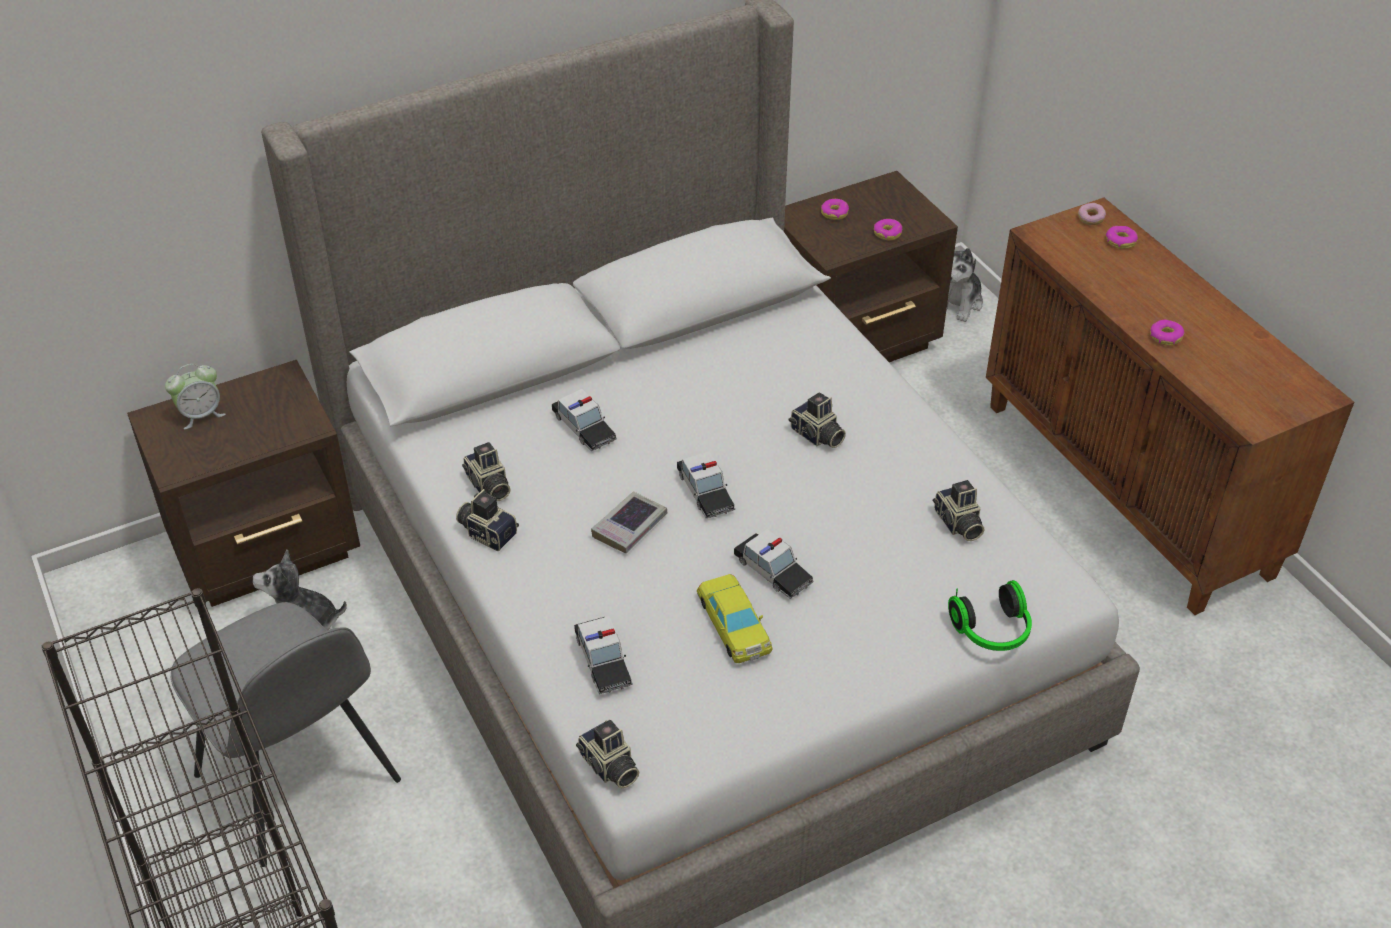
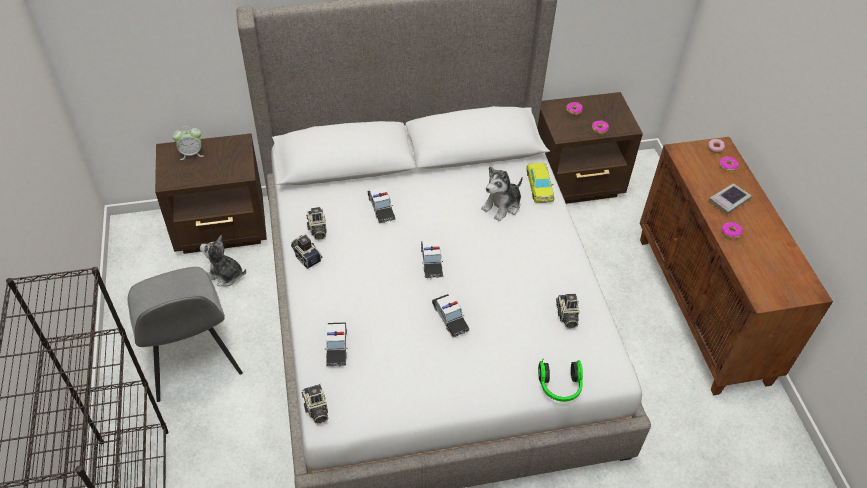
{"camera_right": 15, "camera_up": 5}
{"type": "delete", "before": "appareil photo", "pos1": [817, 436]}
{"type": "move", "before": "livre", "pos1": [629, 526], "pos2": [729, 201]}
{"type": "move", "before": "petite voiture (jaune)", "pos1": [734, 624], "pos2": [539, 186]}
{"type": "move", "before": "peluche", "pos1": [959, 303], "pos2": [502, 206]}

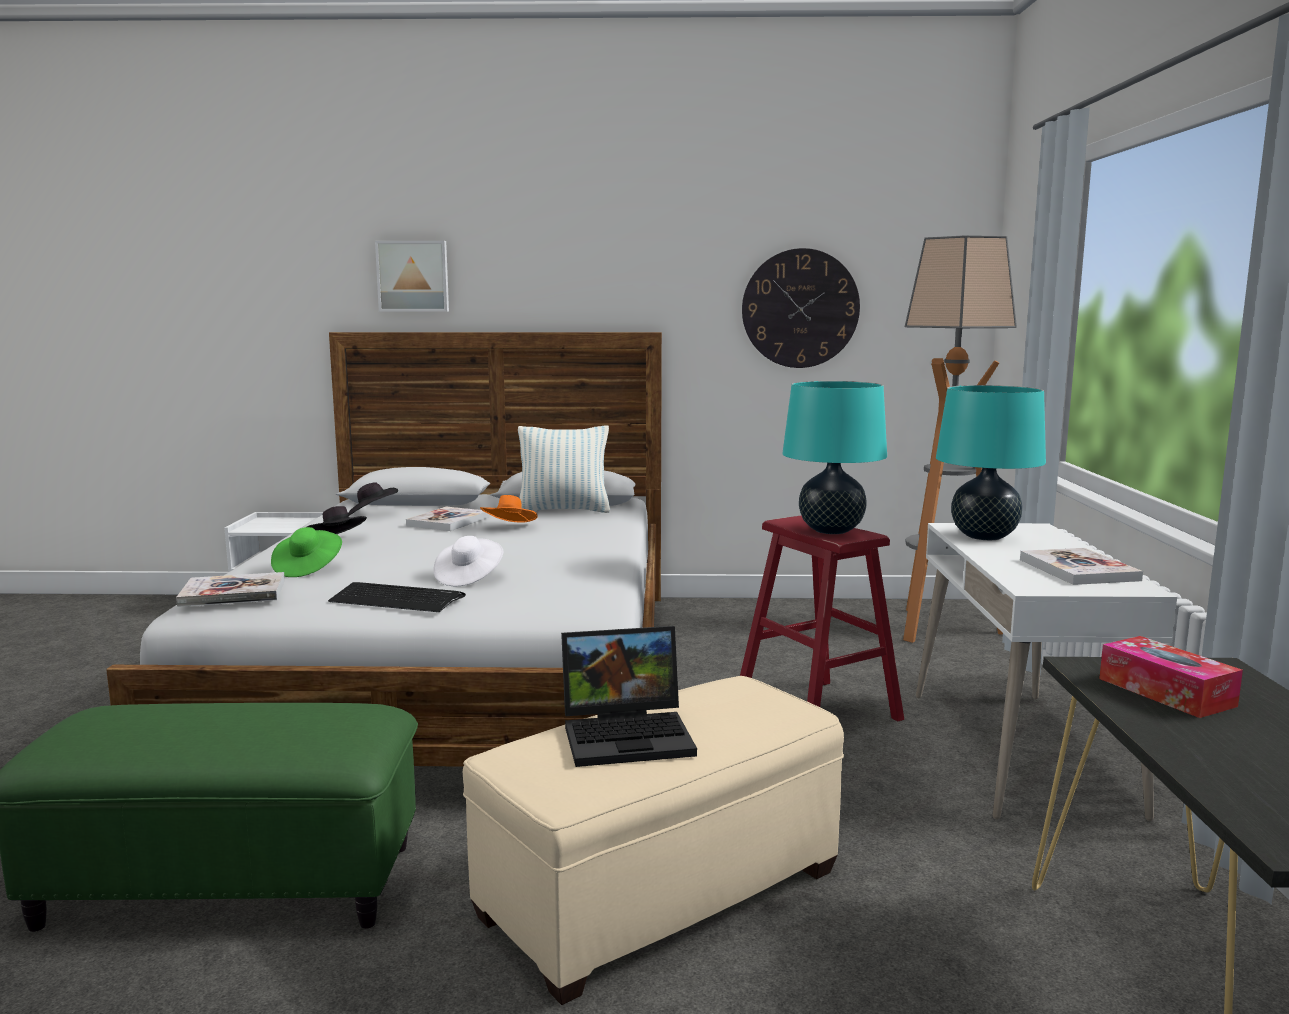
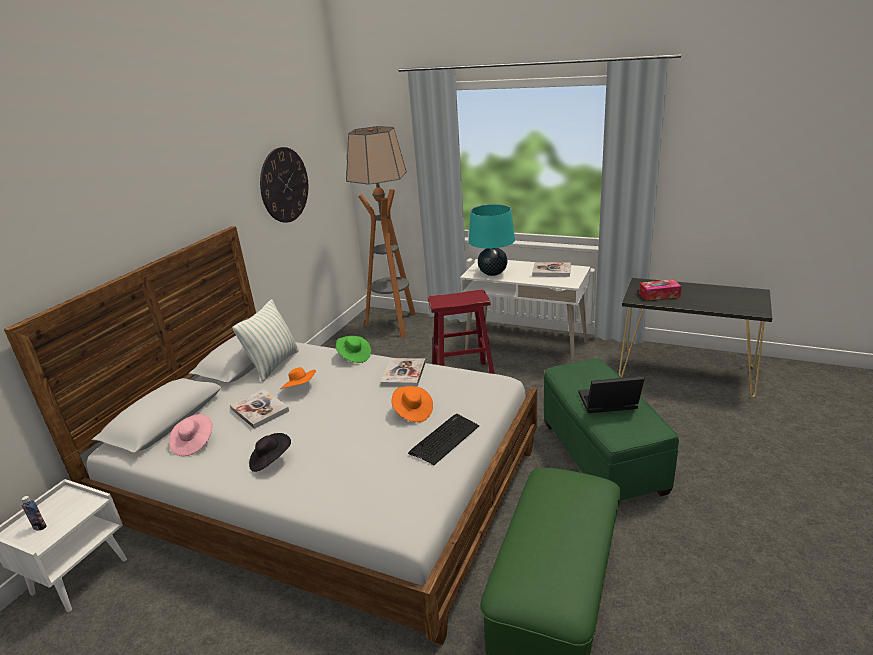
{"camera_right": -65, "camera_up": 15}
{"type": "delete", "before": "tableau", "pos1": [413, 276]}
{"type": "delete", "before": "lampe de table (turquoise)", "pos1": [831, 530]}
{"type": "insert", "after": "bouteille", "pos2": [39, 527]}
{"type": "move", "before": "livre", "pos1": [233, 593], "pos2": [404, 374]}
{"type": "move", "before": "chapeau (vert)", "pos1": [307, 569], "pos2": [354, 356]}
{"type": "recolor", "before": "chapeau (noir)", "after": "chapeau (rose)", "pos1": [371, 514], "pos2": [193, 443]}
{"type": "recolor", "before": "chapeau (blanc)", "after": "chapeau (orange)", "pos1": [468, 578], "pos2": [412, 412]}
{"type": "recolor", "before": "pouf (beige)", "after": "pouf (vert)", "pos1": [660, 893], "pos2": [601, 456]}
{"type": "rotate", "before": "ordinateur portable", "pos1": [630, 735], "pos2": [607, 404], "turn": -105}

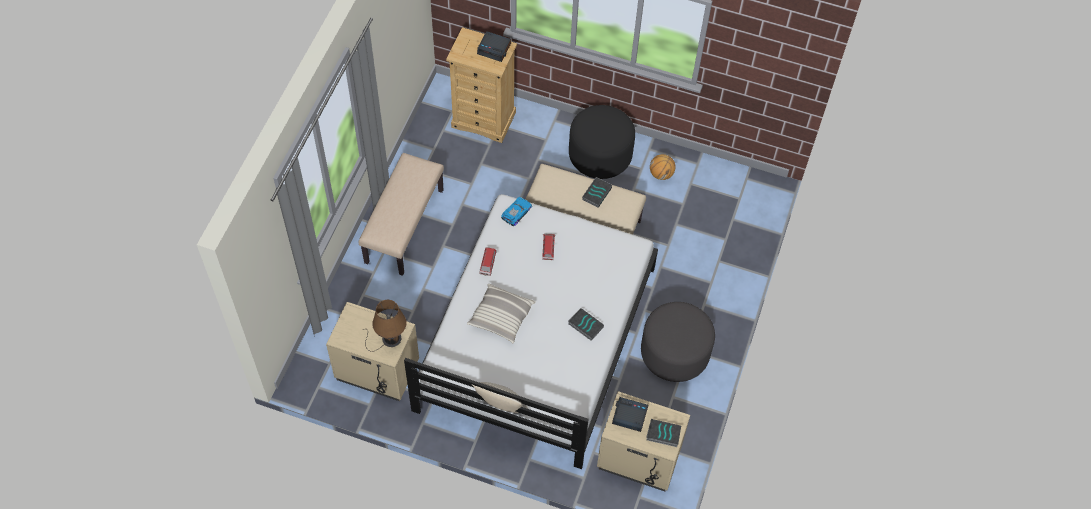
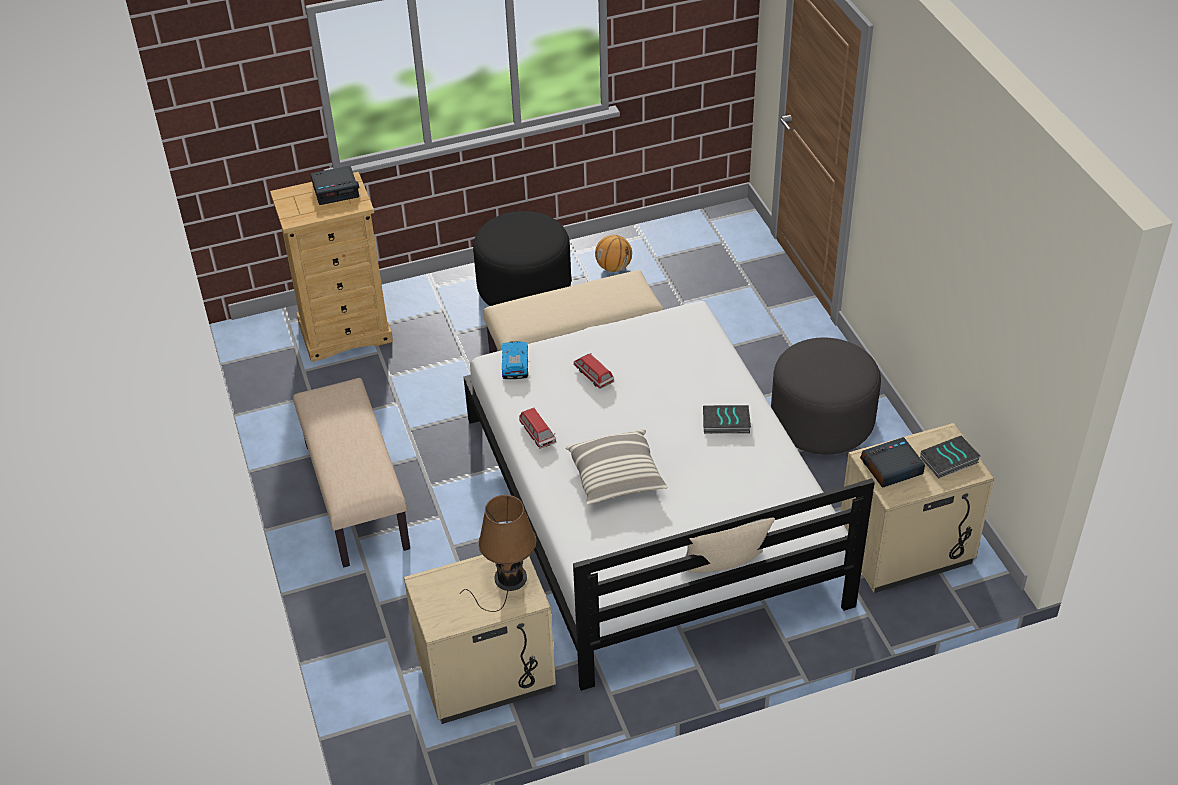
{"camera_right": -35, "camera_up": -15}
{"type": "delete", "before": "livre", "pos1": [596, 193]}

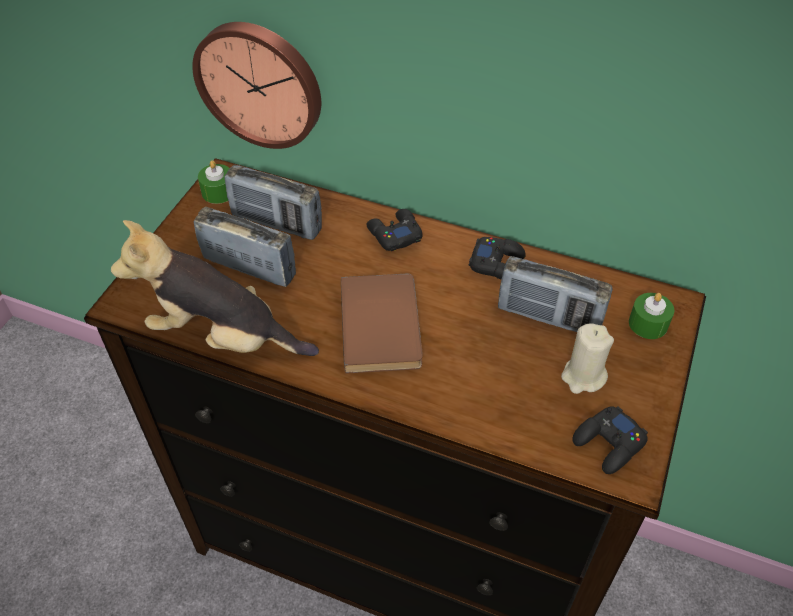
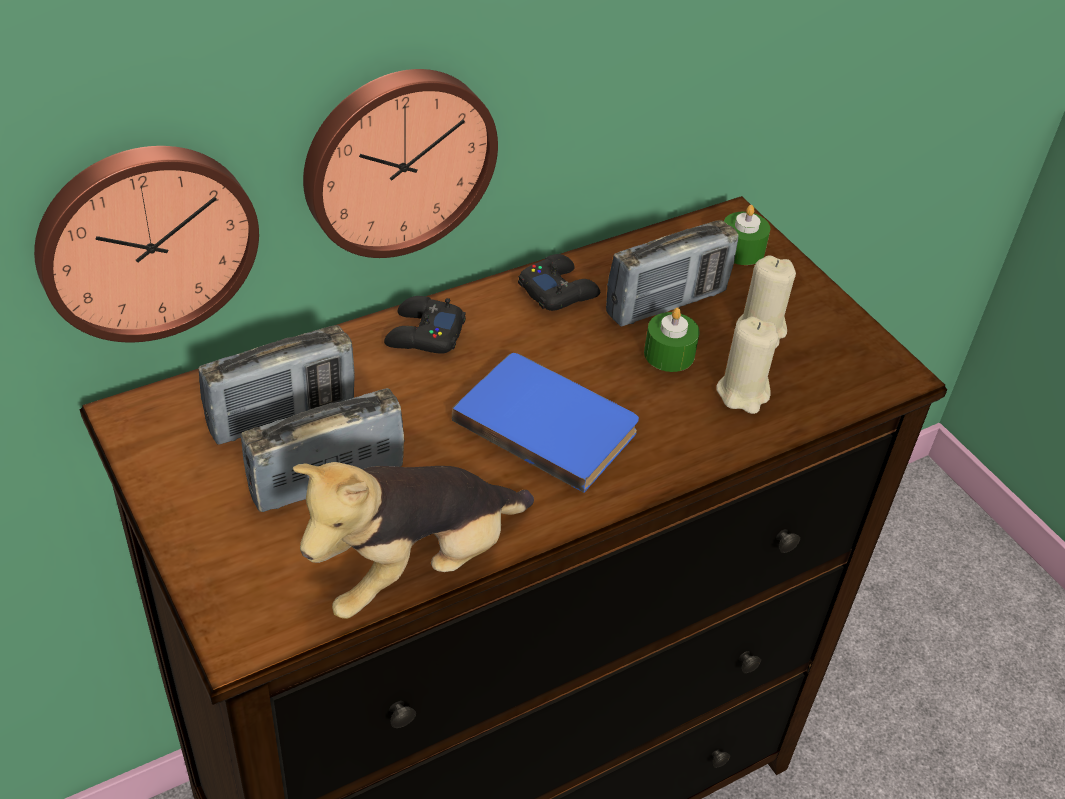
{"camera_right": -55, "camera_up": -5}
{"type": "delete", "before": "manette (noir)", "pos1": [608, 444]}
{"type": "insert", "after": "horloge murale", "pos2": [397, 160]}
{"type": "insert", "after": "bougie (beige)", "pos2": [743, 393]}
{"type": "move", "before": "bougie (vert)", "pos1": [218, 192], "pos2": [669, 354]}
{"type": "recolor", "before": "livre (marron)", "after": "livre (bleu)", "pos1": [384, 325], "pos2": [549, 422]}

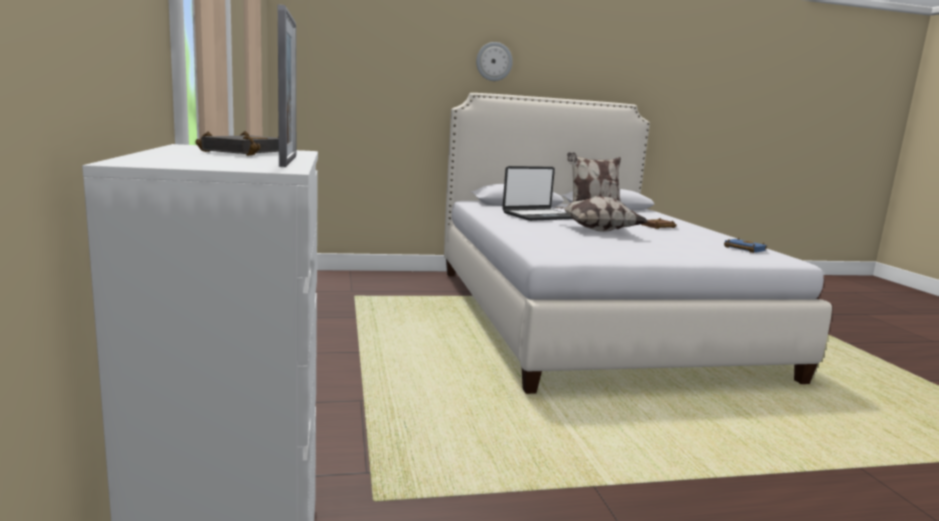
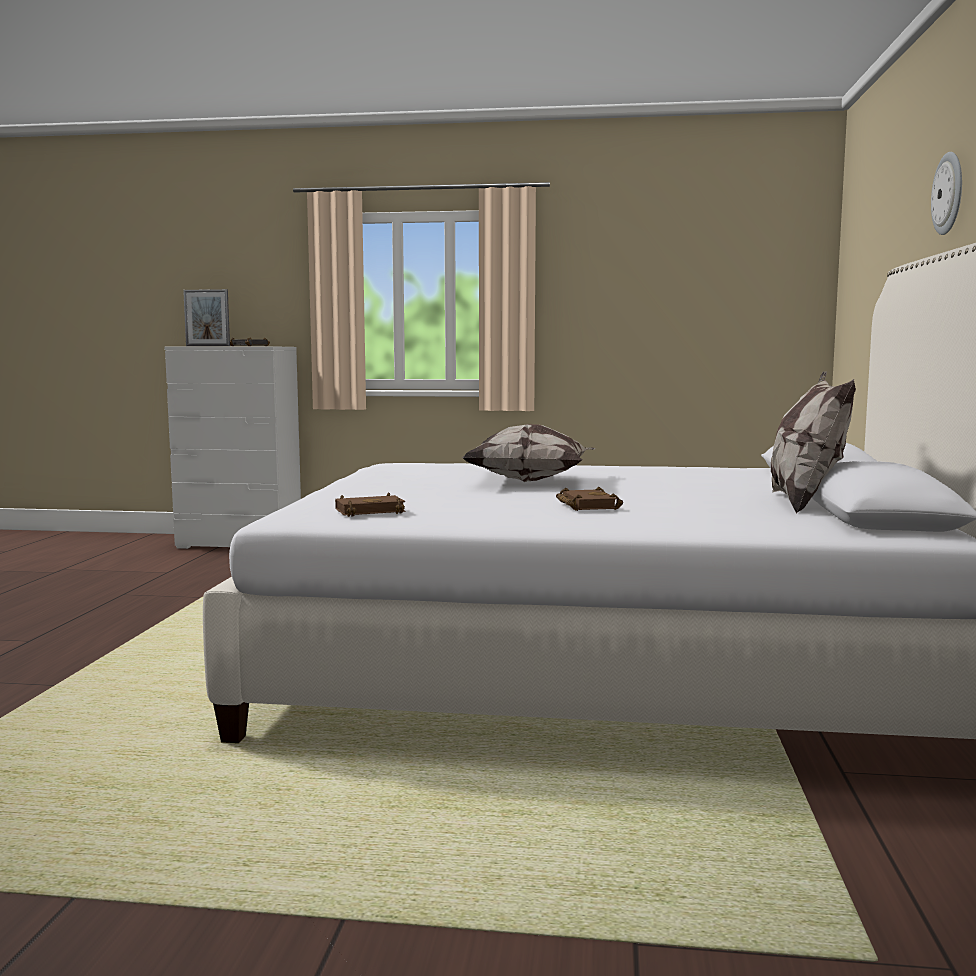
{"camera_right": 110, "camera_up": -5}
{"type": "delete", "before": "ordinateur portable", "pos1": [538, 216]}
{"type": "recolor", "before": "livre (bleu)", "after": "livre (marron)", "pos1": [743, 249], "pos2": [371, 511]}

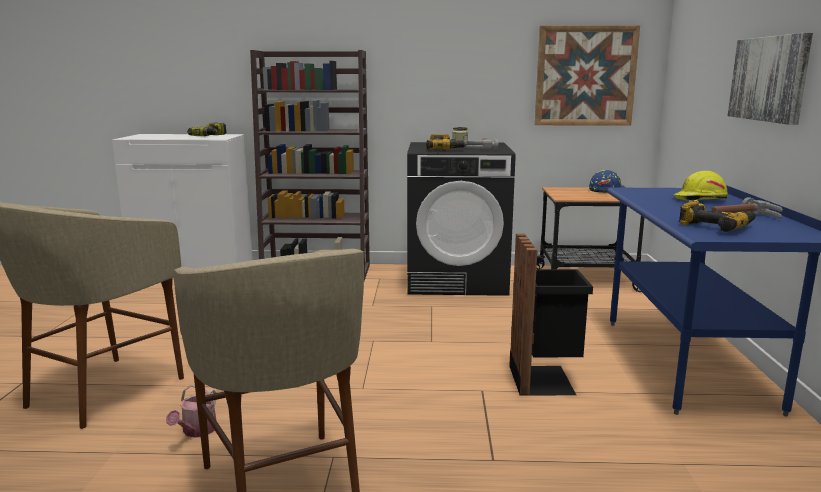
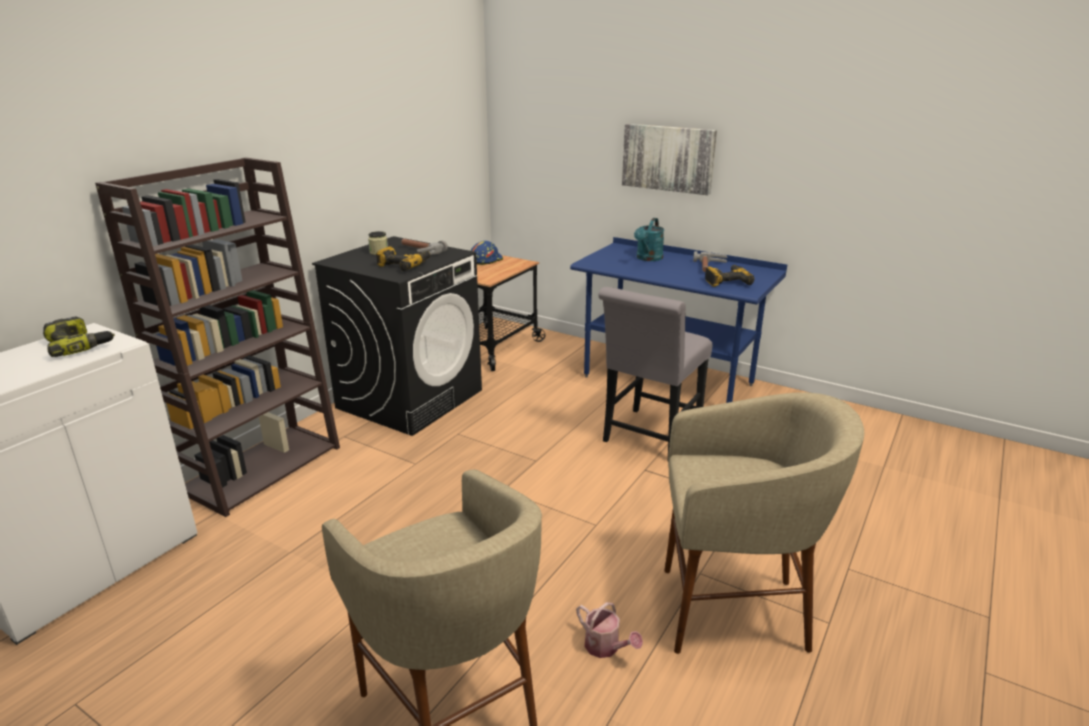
{"camera_right": -60, "camera_up": 10}
{"type": "delete", "before": "tableau", "pos1": [585, 76]}
{"type": "replace", "before": "poubelle (noir)", "after": "chaise (gris)", "pos1": [545, 379], "pos2": [649, 438]}
{"type": "replace", "before": "casque de chantier (jaune)", "after": "arrosoir (turquoise)", "pos1": [699, 200], "pos2": [648, 258]}

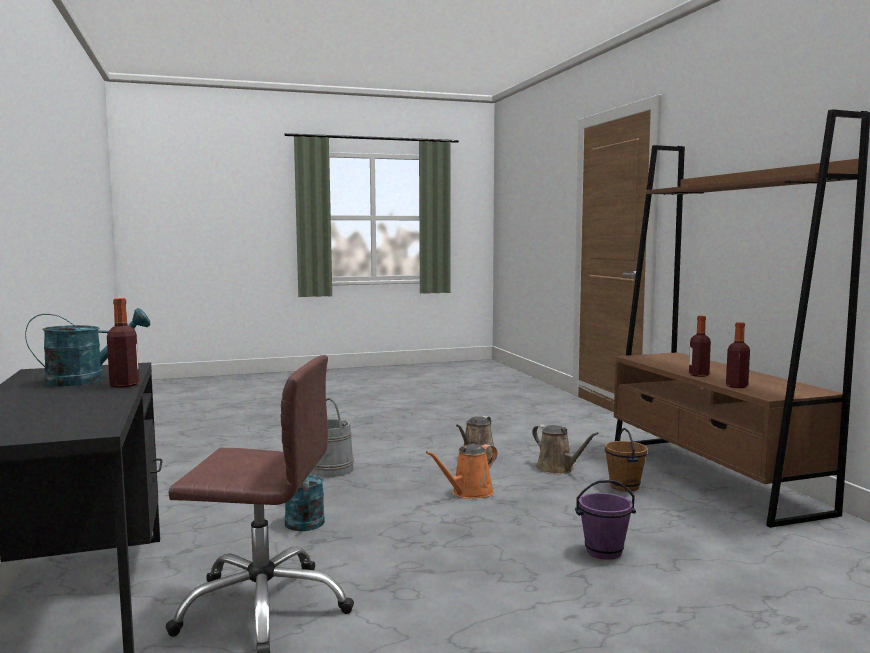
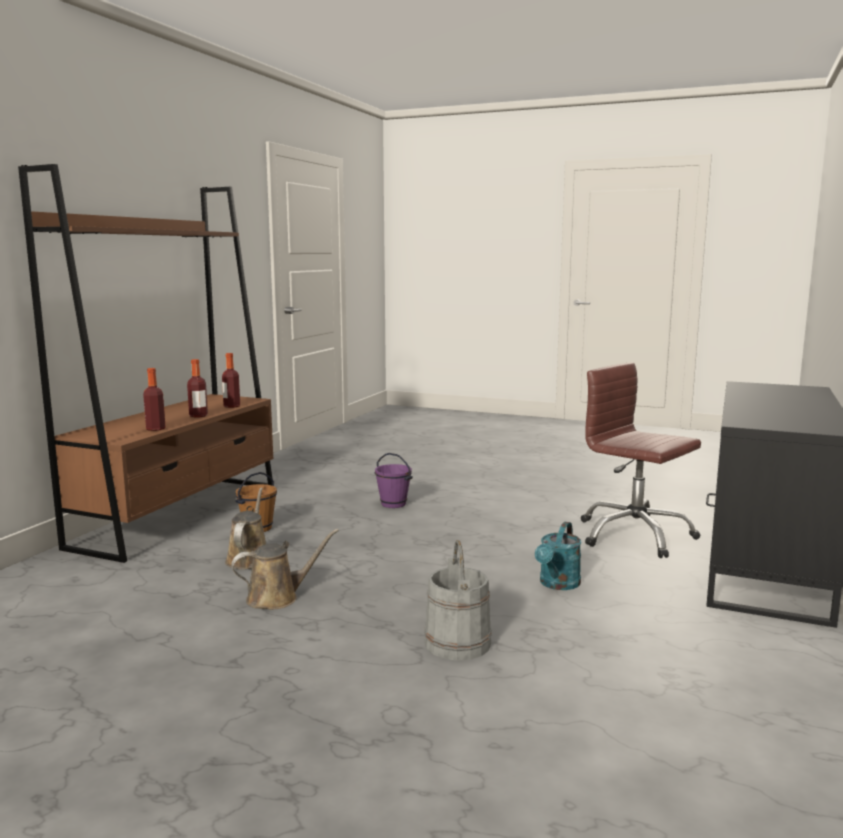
{"camera_right": -140, "camera_up": 5}
{"type": "delete", "before": "arrosoir (turquoise)", "pos1": [86, 380]}
{"type": "delete", "before": "arrosoir (orange)", "pos1": [469, 493]}
{"type": "move", "before": "bouteille", "pos1": [124, 385], "pos2": [155, 429]}

